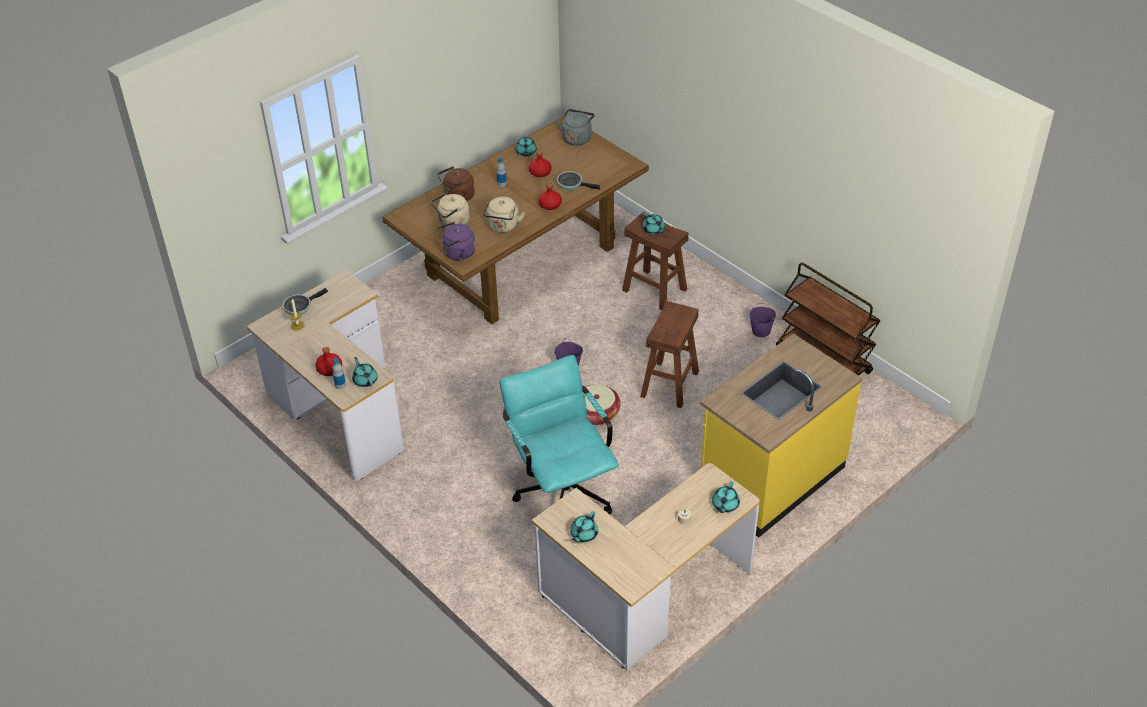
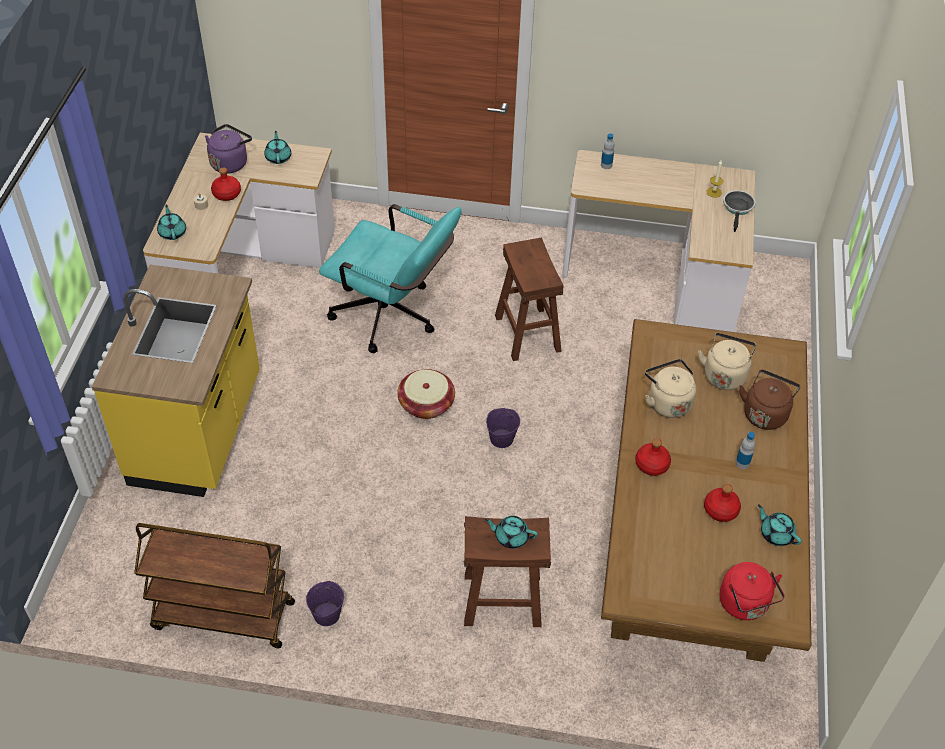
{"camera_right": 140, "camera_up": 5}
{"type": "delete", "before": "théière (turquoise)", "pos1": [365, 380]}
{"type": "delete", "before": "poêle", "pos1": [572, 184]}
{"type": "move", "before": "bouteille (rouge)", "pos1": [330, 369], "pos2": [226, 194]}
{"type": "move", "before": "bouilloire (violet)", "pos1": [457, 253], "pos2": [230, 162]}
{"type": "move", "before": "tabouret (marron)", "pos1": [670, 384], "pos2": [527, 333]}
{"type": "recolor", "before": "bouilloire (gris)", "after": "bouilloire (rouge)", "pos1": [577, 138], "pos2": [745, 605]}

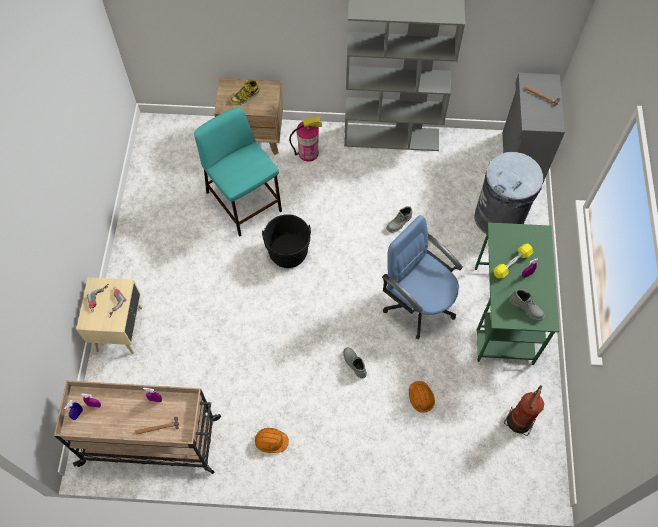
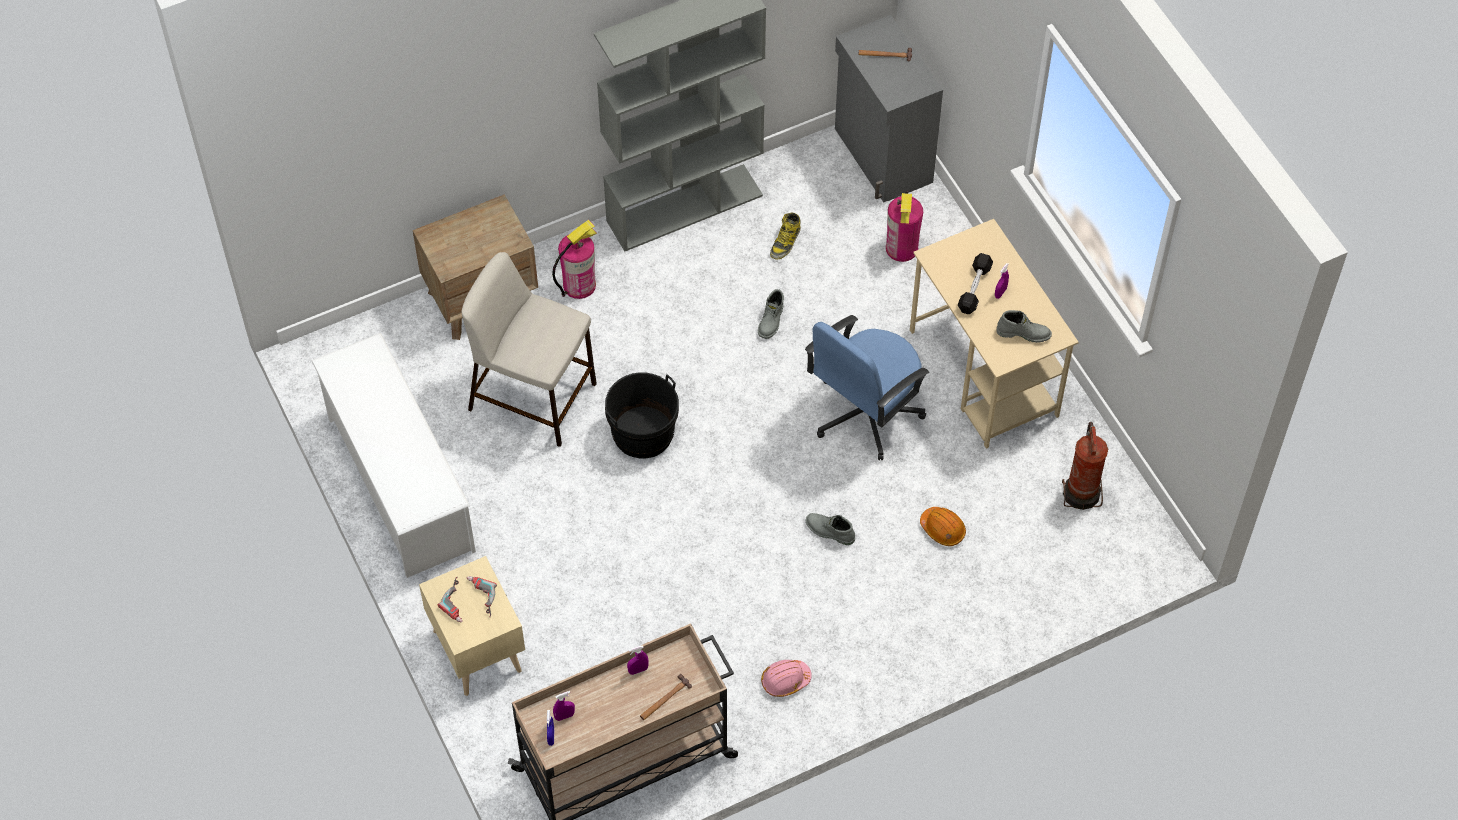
{"camera_right": -30, "camera_up": -5}
{"type": "insert", "after": "étagère à chaussures (blanc)", "pos2": [399, 483]}
{"type": "move", "before": "botte", "pos1": [245, 97], "pos2": [785, 242]}
{"type": "replace", "before": "poubelle (gris)", "after": "extincteur", "pos1": [499, 217], "pos2": [902, 248]}
{"type": "recolor", "before": "tabouret (turquoise)", "after": "tabouret (beige)", "pos1": [244, 202], "pos2": [534, 397]}
{"type": "recolor", "before": "casque de chantier (orange)", "after": "casque de chantier (rose)", "pos1": [271, 441], "pos2": [785, 680]}
{"type": "recolor", "before": "bureau (vert)", "after": "bureau (beige)", "pos1": [503, 315], "pos2": [984, 374]}
{"type": "recolor", "before": "haltère (jaune)", "after": "haltère (noir)", "pos1": [512, 263], "pos2": [974, 288]}
{"type": "rotate", "before": "chaise de bureau (bleu)", "pos1": [418, 303], "pos2": [865, 413], "turn": -60}

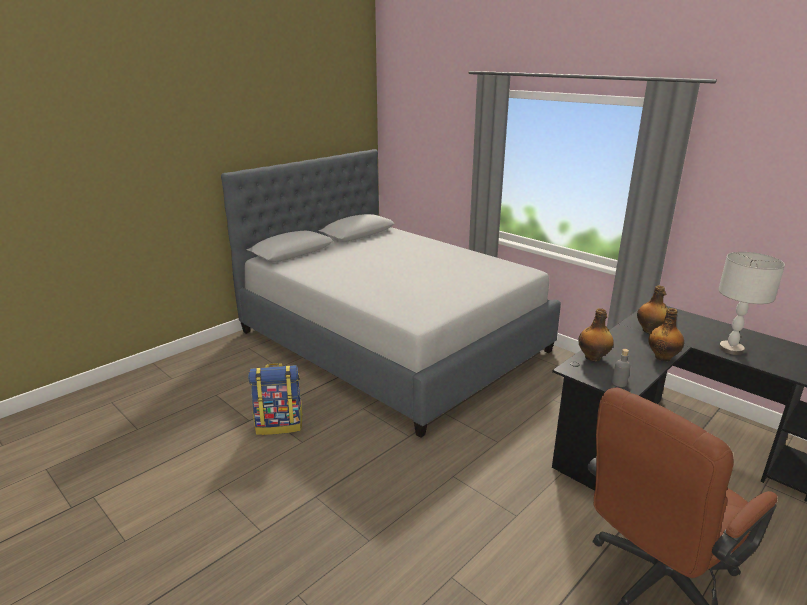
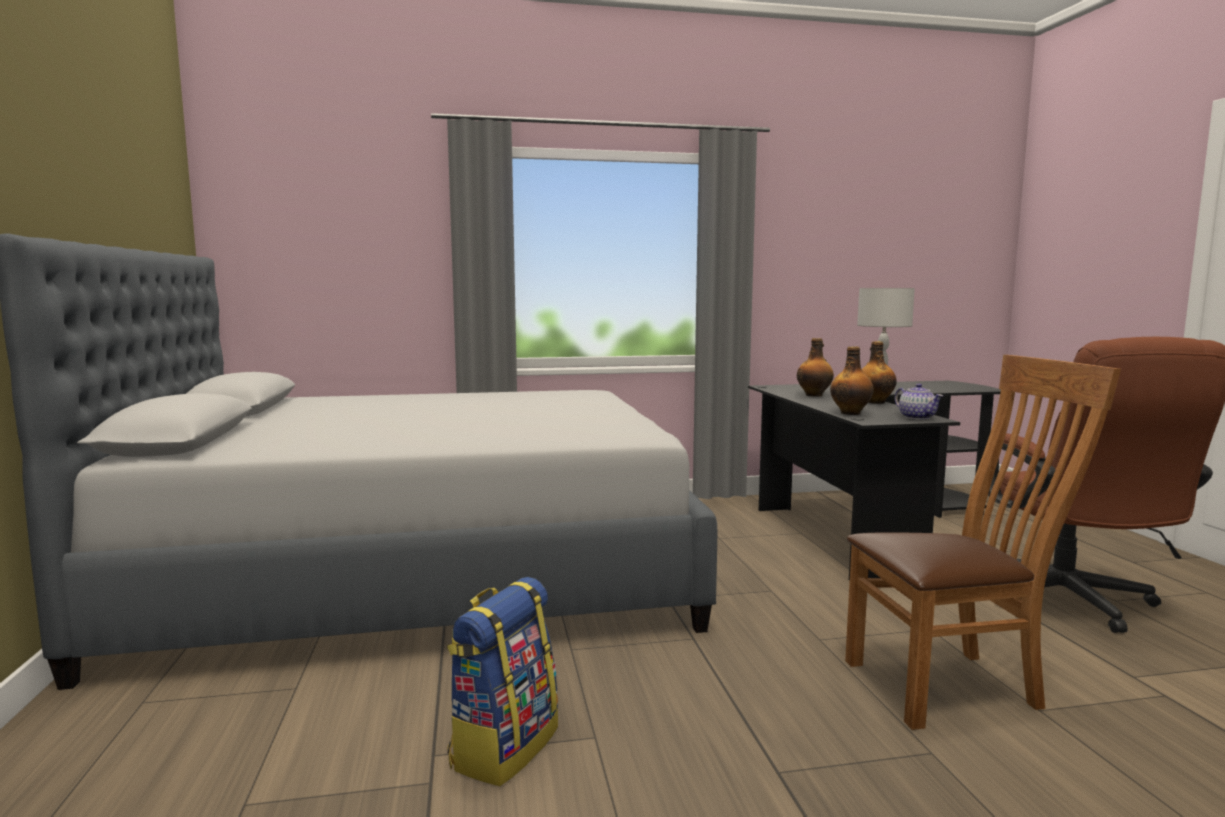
{"camera_right": -55, "camera_up": -15}
{"type": "insert", "after": "chaise (marron)", "pos2": [952, 685]}
{"type": "replace", "before": "bouteille (gris)", "after": "théière", "pos1": [619, 383], "pos2": [916, 417]}

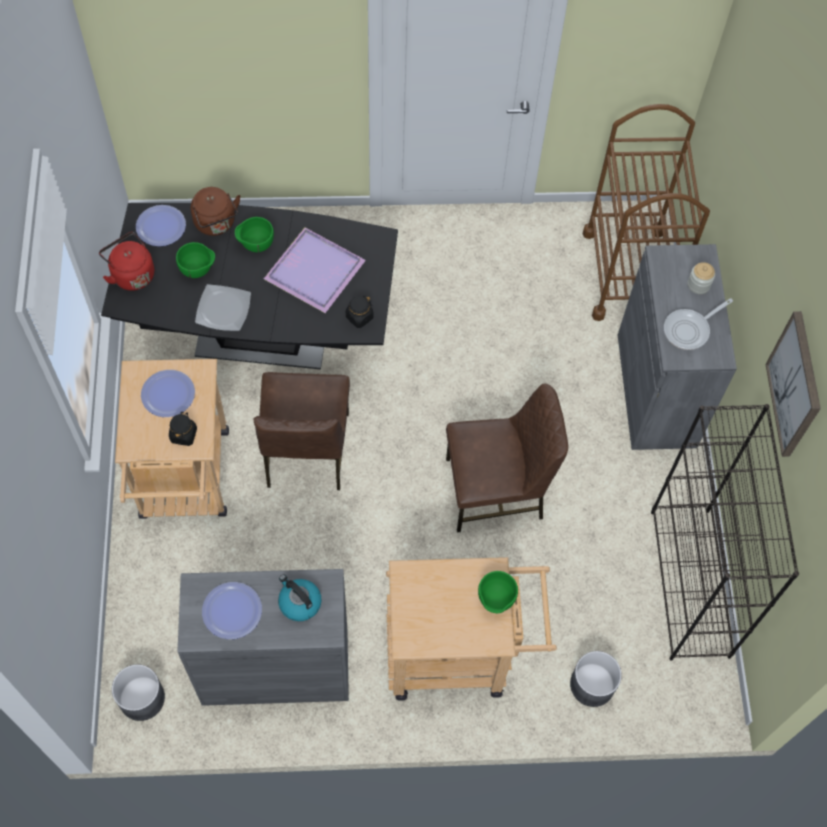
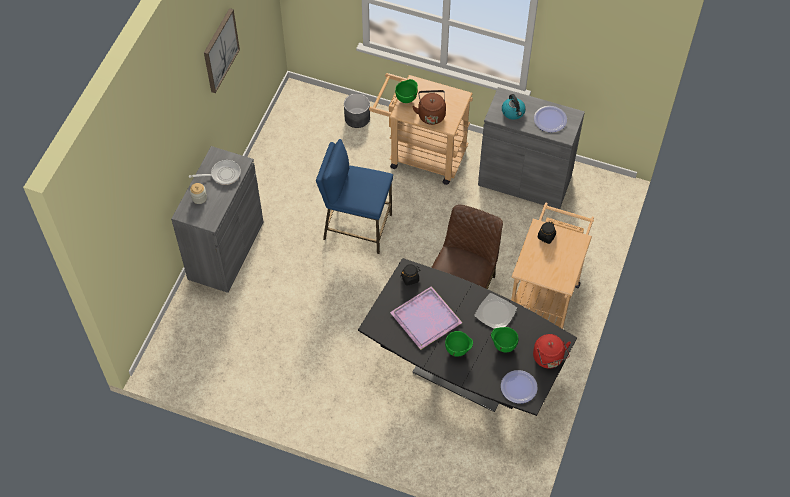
{"camera_right": -155, "camera_up": -5}
{"type": "delete", "before": "cache-pot (gris)", "pos1": [142, 699]}
{"type": "delete", "before": "assiette", "pos1": [168, 394]}
{"type": "delete", "before": "chariot (marron)", "pos1": [628, 273]}
{"type": "delete", "before": "bibliothèque (noir)", "pos1": [690, 584]}
{"type": "move", "before": "bouilloire (marron)", "pos1": [216, 224], "pos2": [431, 114]}
{"type": "replace", "before": "chaise (marron)", "after": "tabouret (bleu)", "pos1": [496, 490], "pos2": [357, 227]}

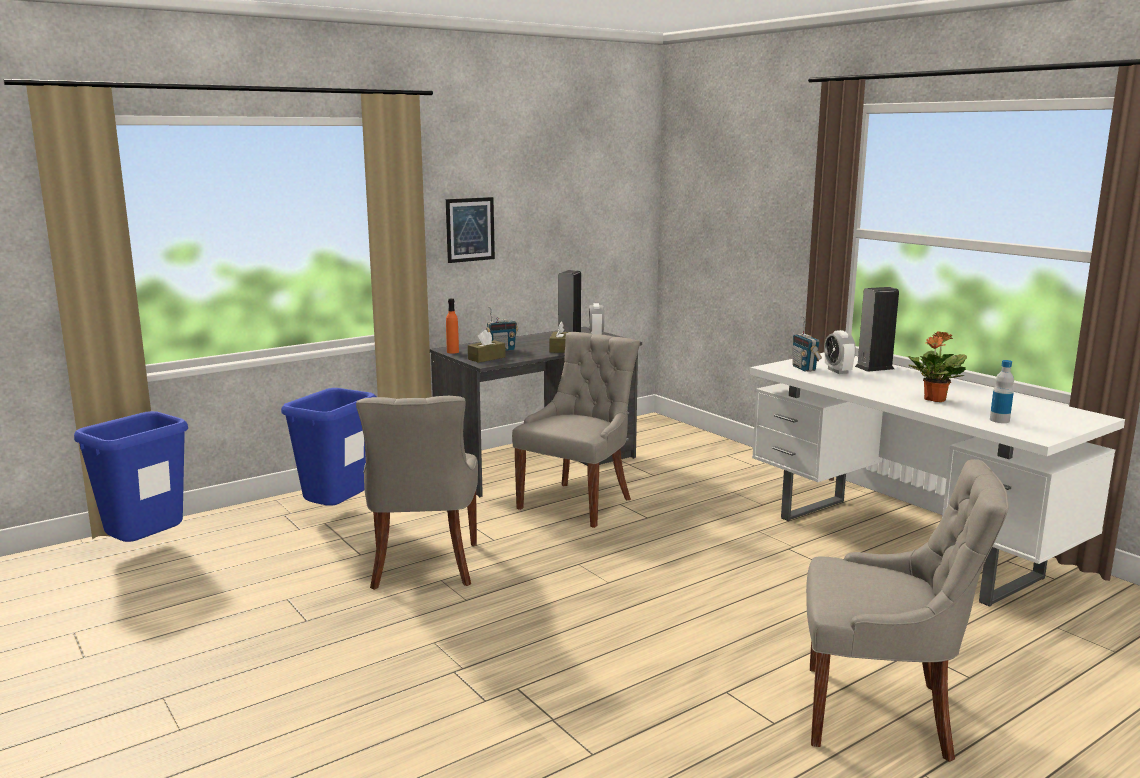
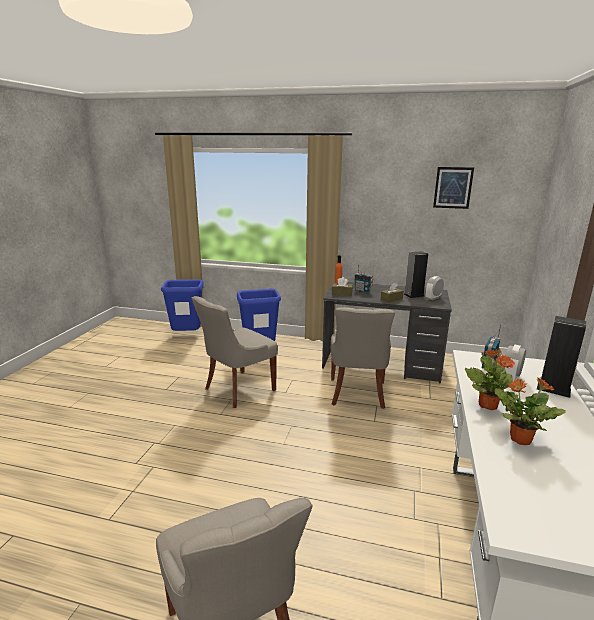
{"camera_right": 50, "camera_up": 5}
{"type": "delete", "before": "bouteille", "pos1": [999, 420]}
{"type": "insert", "after": "plante en pot", "pos2": [487, 405]}
{"type": "move", "before": "tableau", "pos1": [470, 229], "pos2": [453, 187]}
{"type": "rotate", "before": "chaise (gris)", "pos1": [578, 503], "pos2": [357, 394], "turn": 105}

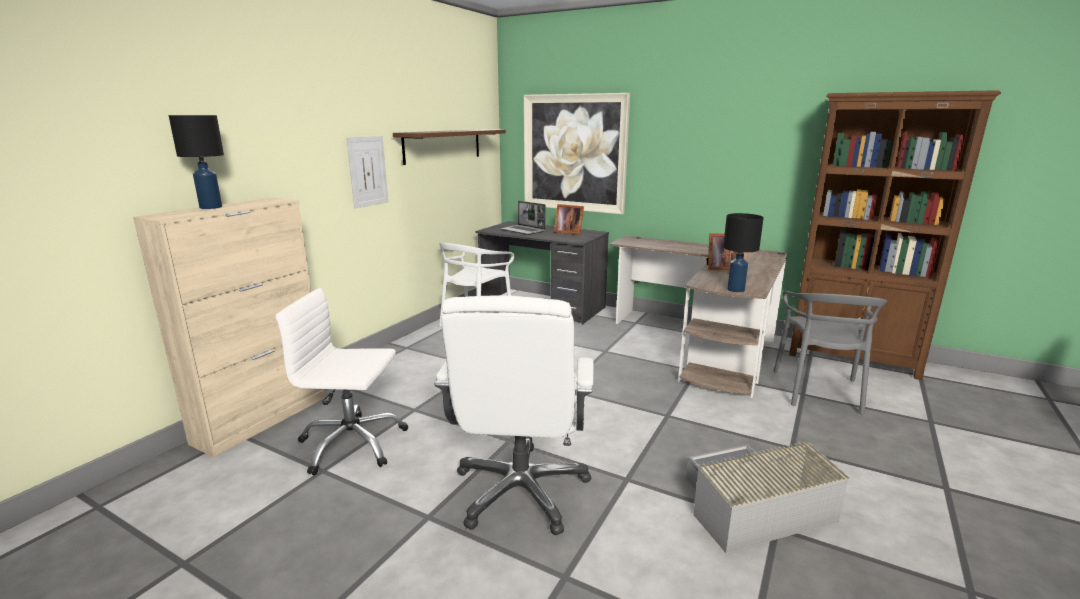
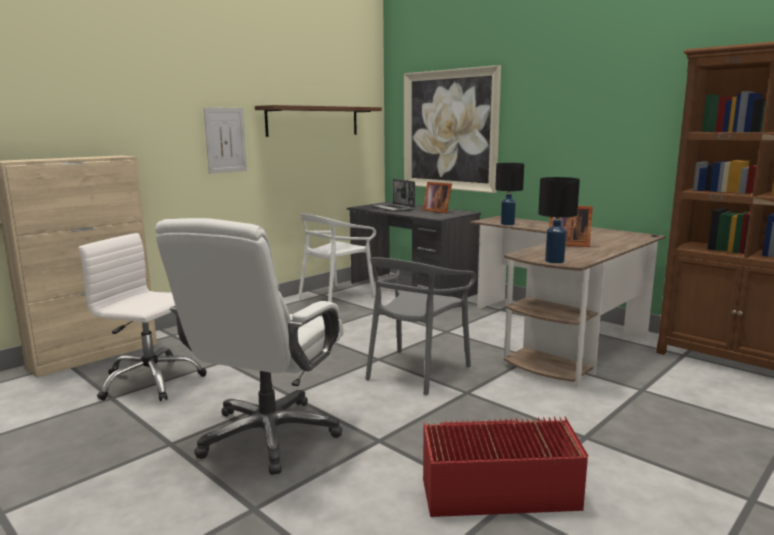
{"camera_right": 15, "camera_up": -5}
{"type": "move", "before": "lampe de table (noir)", "pos1": [211, 207], "pos2": [507, 224]}
{"type": "move", "before": "chaise (gris)", "pos1": [819, 391], "pos2": [416, 371]}
{"type": "recolor", "before": "boîte de rangement (gris)", "after": "boîte de rangement (rouge)", "pos1": [751, 508], "pos2": [492, 483]}

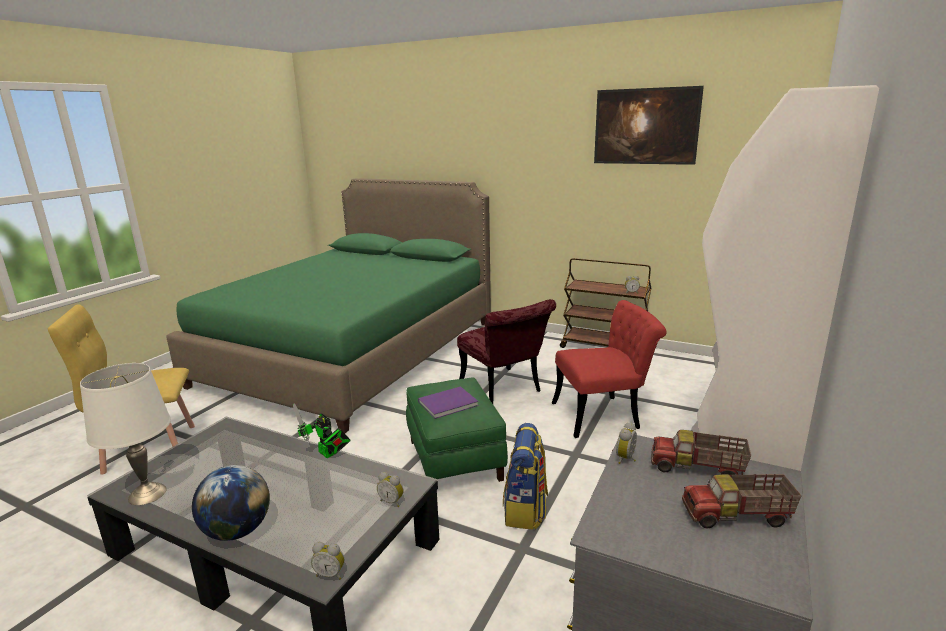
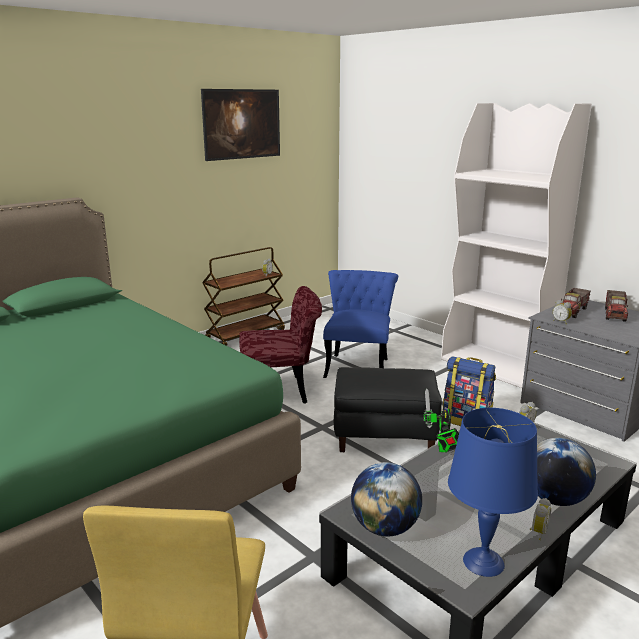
{"camera_right": -70, "camera_up": 0}
{"type": "delete", "before": "livre (violet)", "pos1": [446, 403]}
{"type": "insert", "after": "globe", "pos2": [385, 528]}
{"type": "move", "before": "réveil", "pos1": [330, 574], "pos2": [537, 532]}
{"type": "recolor", "before": "lampe de table (blanc)", "after": "lampe de table (bleu)", "pos1": [147, 494], "pos2": [484, 562]}
{"type": "recolor", "before": "pouf (vert)", "after": "pouf (noir)", "pos1": [455, 460], "pos2": [385, 435]}
{"type": "recolor", "before": "chaise (rouge)", "after": "chaise (bleu)", "pos1": [604, 415], "pos2": [358, 365]}
{"type": "rotate", "before": "robot jouet", "pos1": [327, 454], "pos2": [442, 449], "turn": 120}

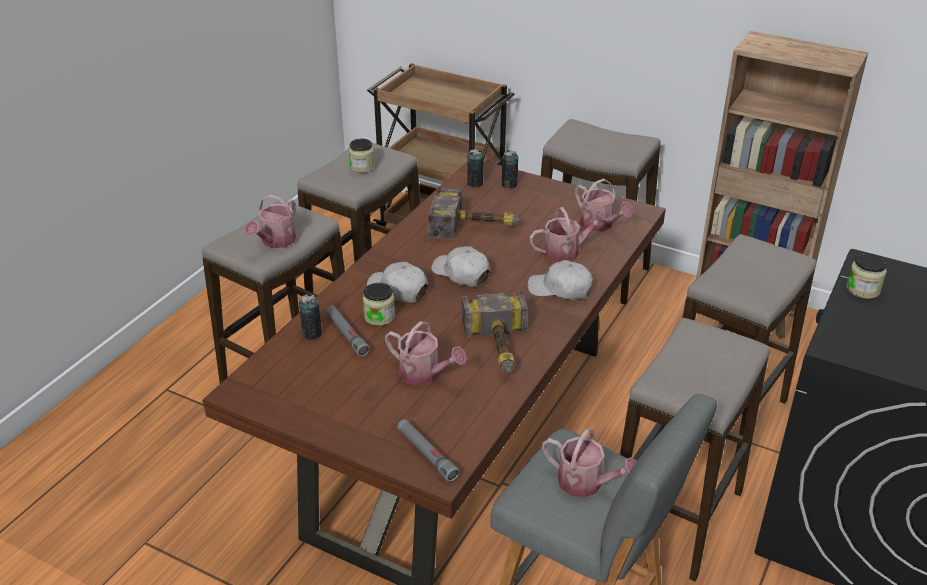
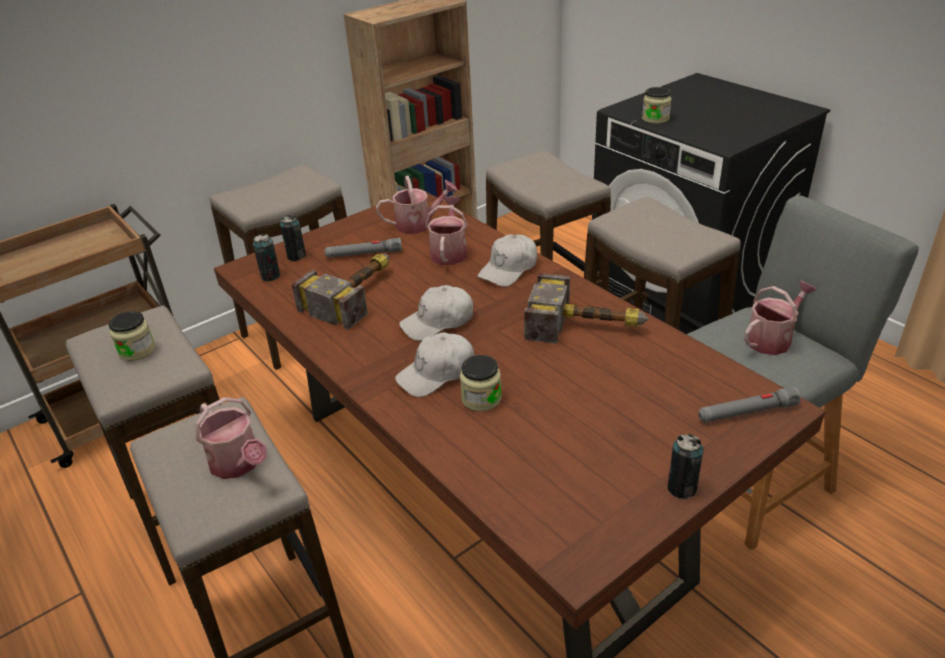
{"camera_right": -65, "camera_up": 0}
{"type": "delete", "before": "arrosoir", "pos1": [424, 374]}
{"type": "move", "before": "boîte métallique", "pos1": [312, 334], "pos2": [681, 488]}
{"type": "move", "before": "lampe de poche (gris)", "pos1": [346, 334], "pos2": [364, 254]}

